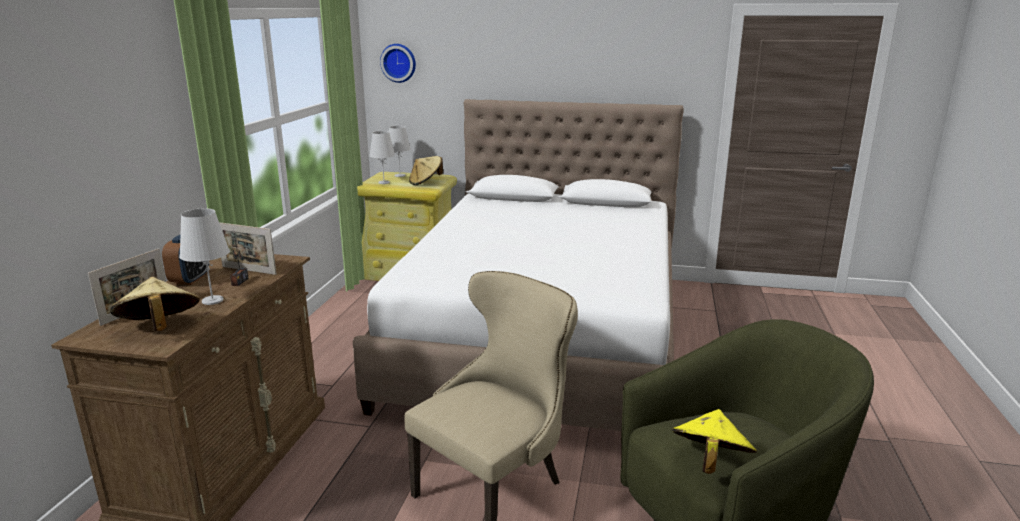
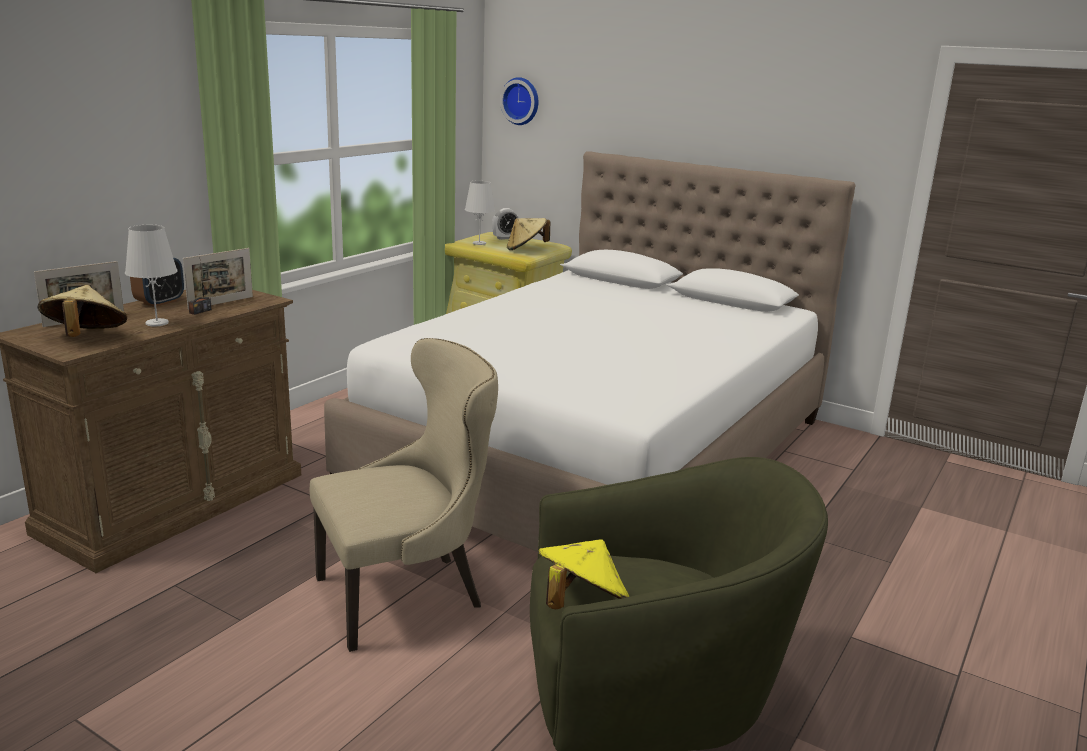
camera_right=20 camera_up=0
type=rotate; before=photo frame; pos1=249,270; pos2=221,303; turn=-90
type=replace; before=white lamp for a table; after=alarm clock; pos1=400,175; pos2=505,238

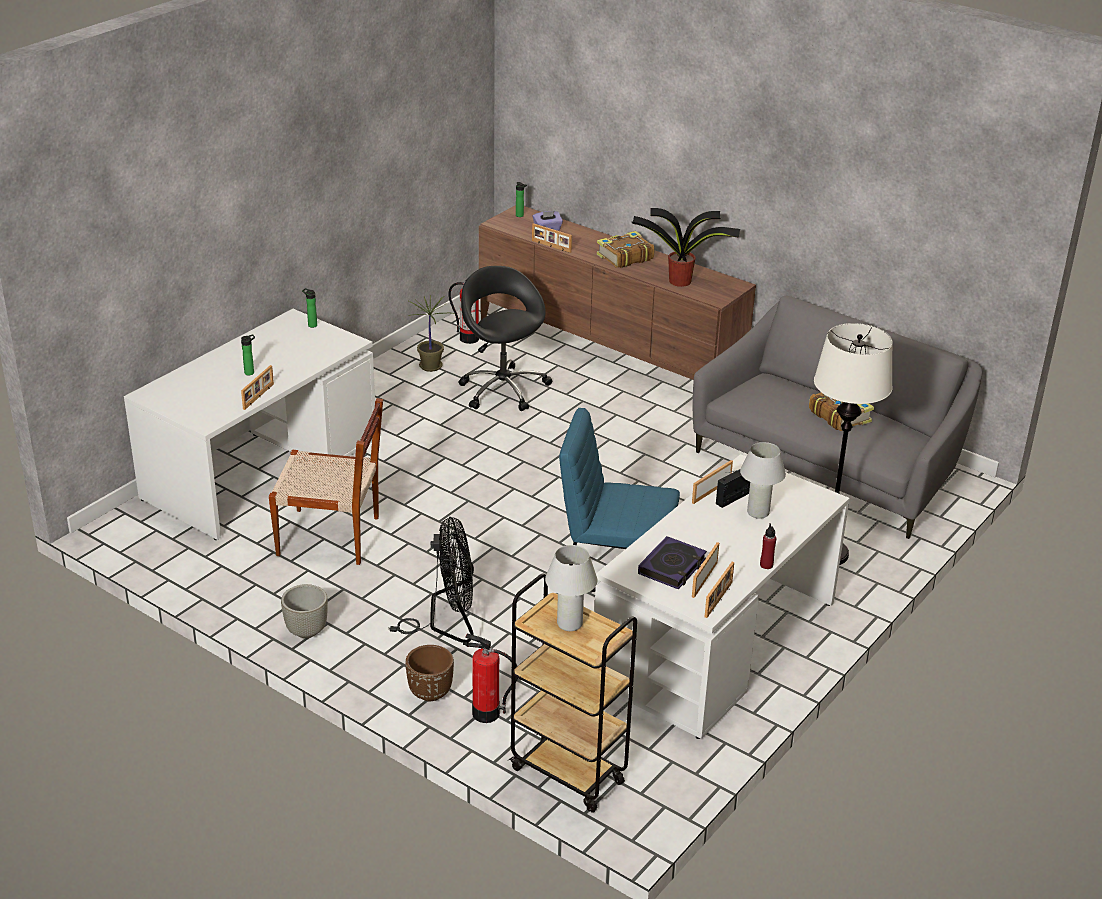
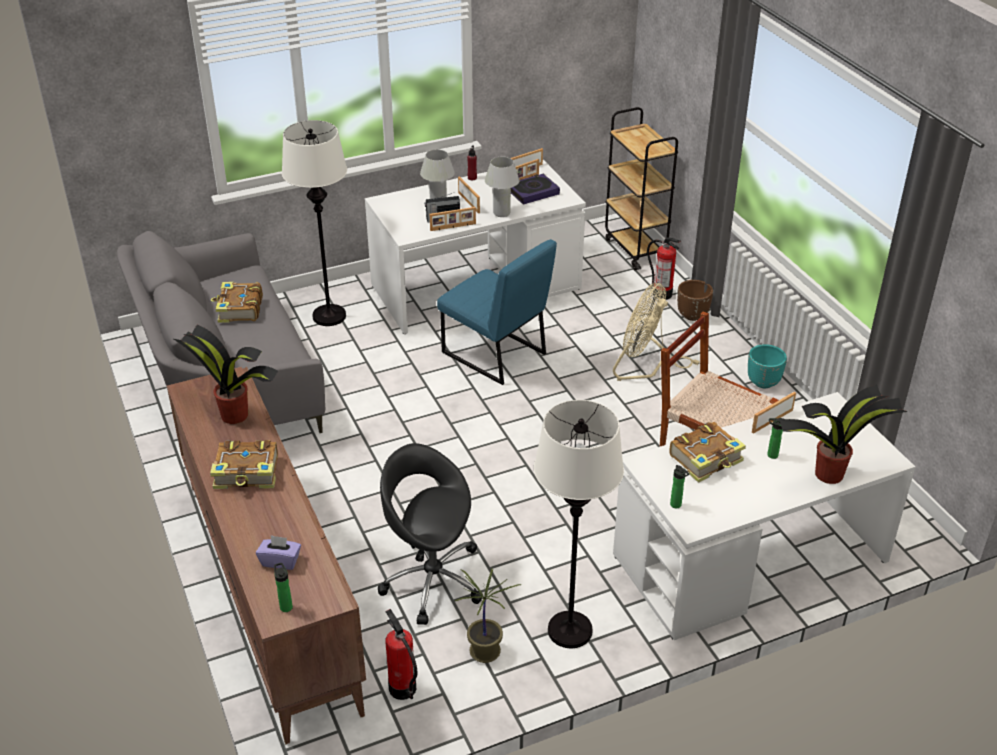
camera_right=-150 camera_up=5
type=recolor; before=gray plant pot; after=blue-green plant pot; pos1=306,631; pos2=763,382
type=recolor; before=black cooling fan; after=beige cooling fan; pos1=446,615; pos2=650,361
type=rotate; before=black office chair; pos1=502,389; pos2=431,580; turn=120
type=move; before=photo frame; pos1=551,246; pos2=469,202
type=move; before=white lamp for a table; pos1=569,624; pos2=501,213
type=insert; after=white floor lamp; pos2=569,630
type=insert; after=bound book; pos2=706,459
type=insert; after=plant in a pot; pos2=831,474

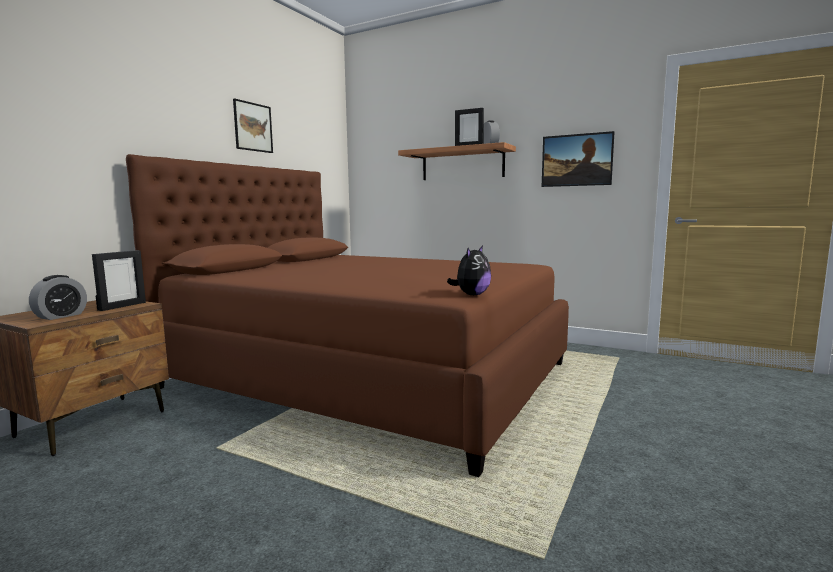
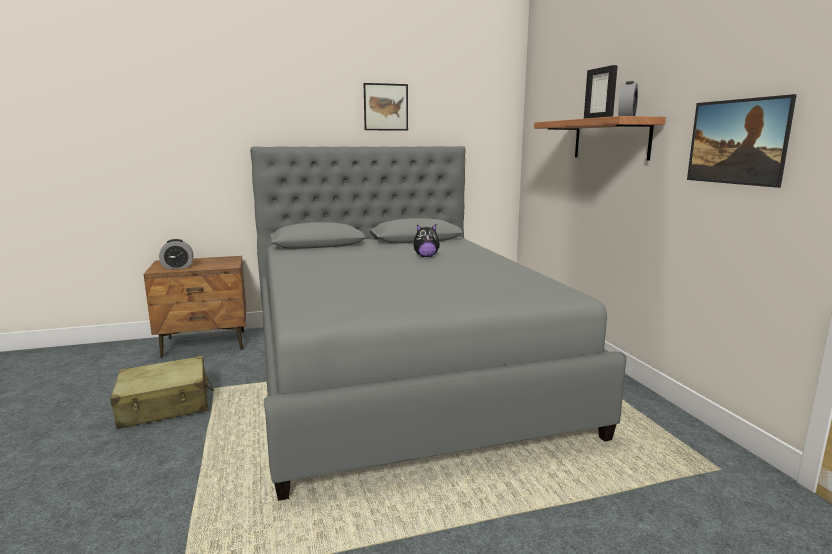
camera_right=45 camera_up=5
type=delete; before=photo frame; pos1=122,306
type=recolor; before=brown sleeping bed; after=gray sleeping bed; pos1=369,375; pos2=400,372
type=move; before=plush toy; pos1=471,295; pos2=426,256
type=insert; after=beige travel case; pos2=165,405

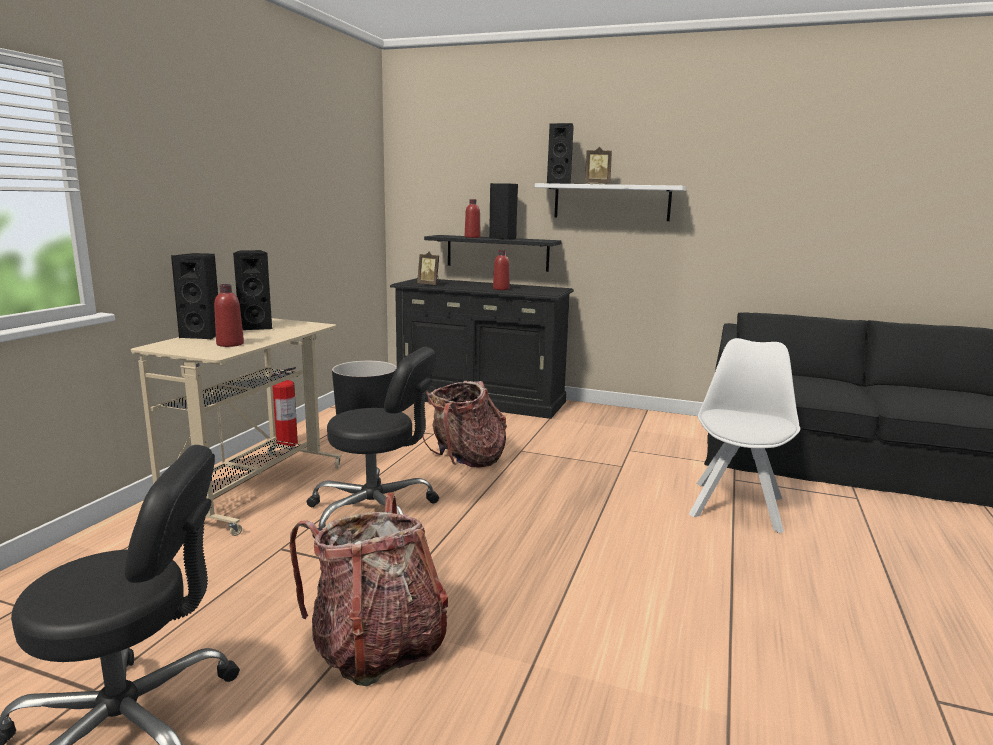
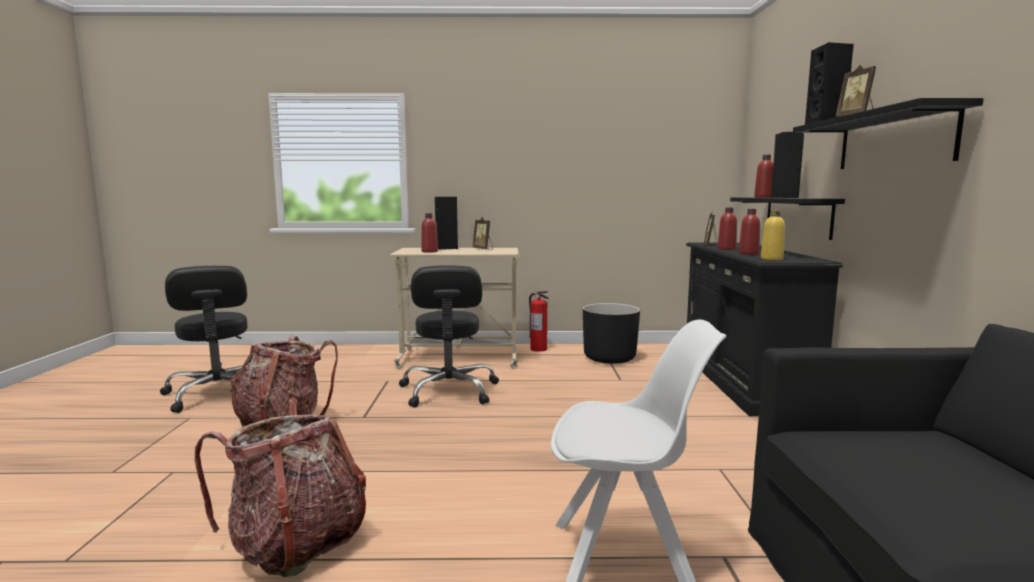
camera_right=70 camera_up=-5
type=replace; before=black loudspeaker; after=photo frame; pos1=256,327; pos2=483,249
type=move; before=backpack; pos1=464,460; pos2=296,542
type=recolor; before=white bracket shelf; after=black bracket shelf; pos1=611,202; pos2=894,140
type=insert; after=red-coloured bottle; pos2=726,249
type=insert; after=yellowish bottle; pos2=771,259

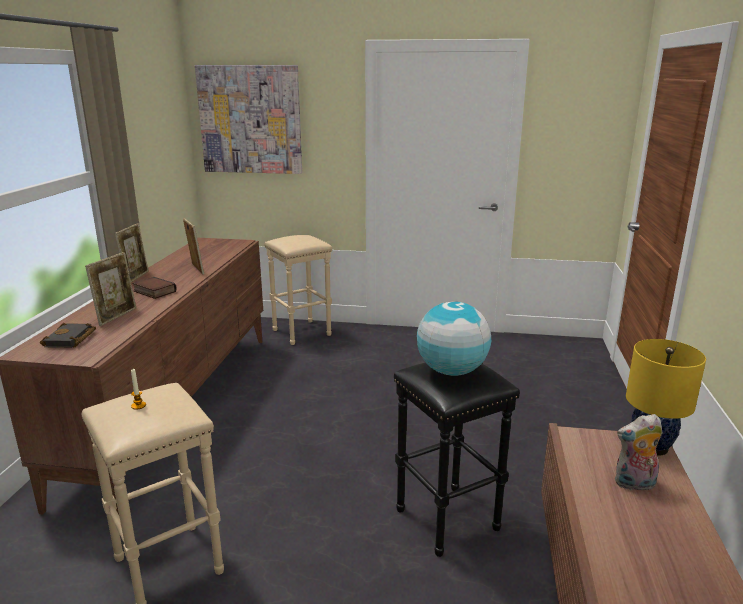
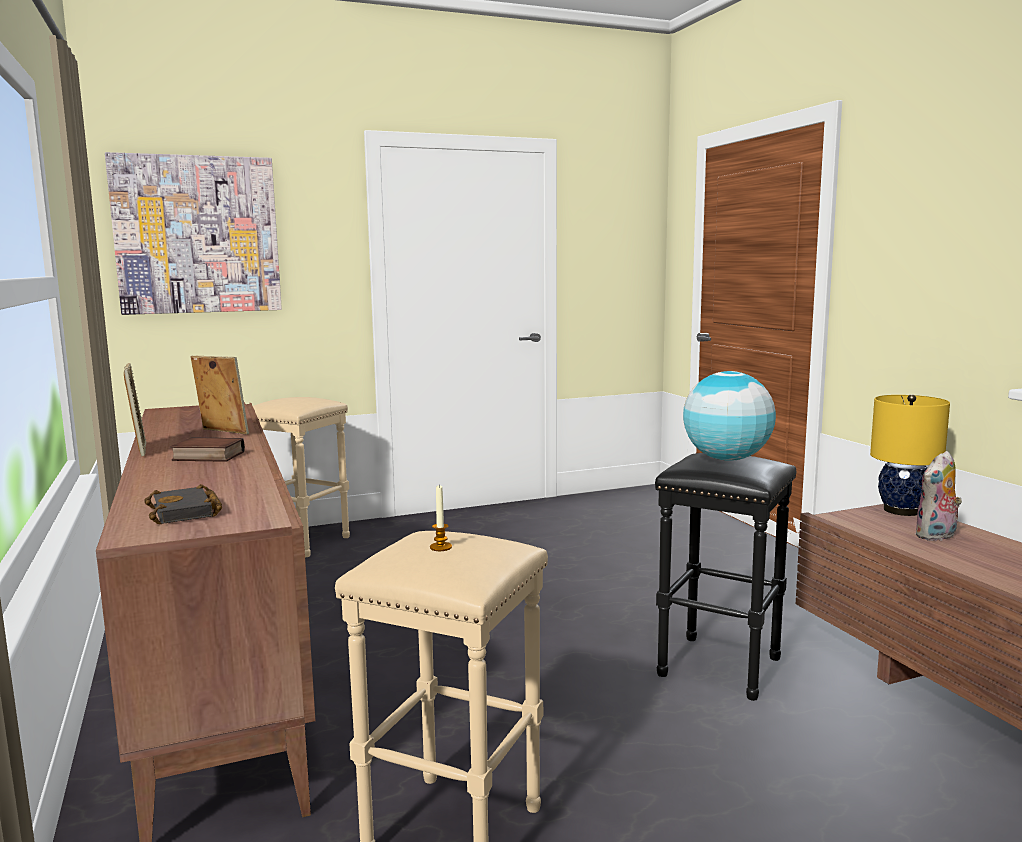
camera_right=-30 camera_up=-10
type=delete; before=photo frame; pos1=117,316

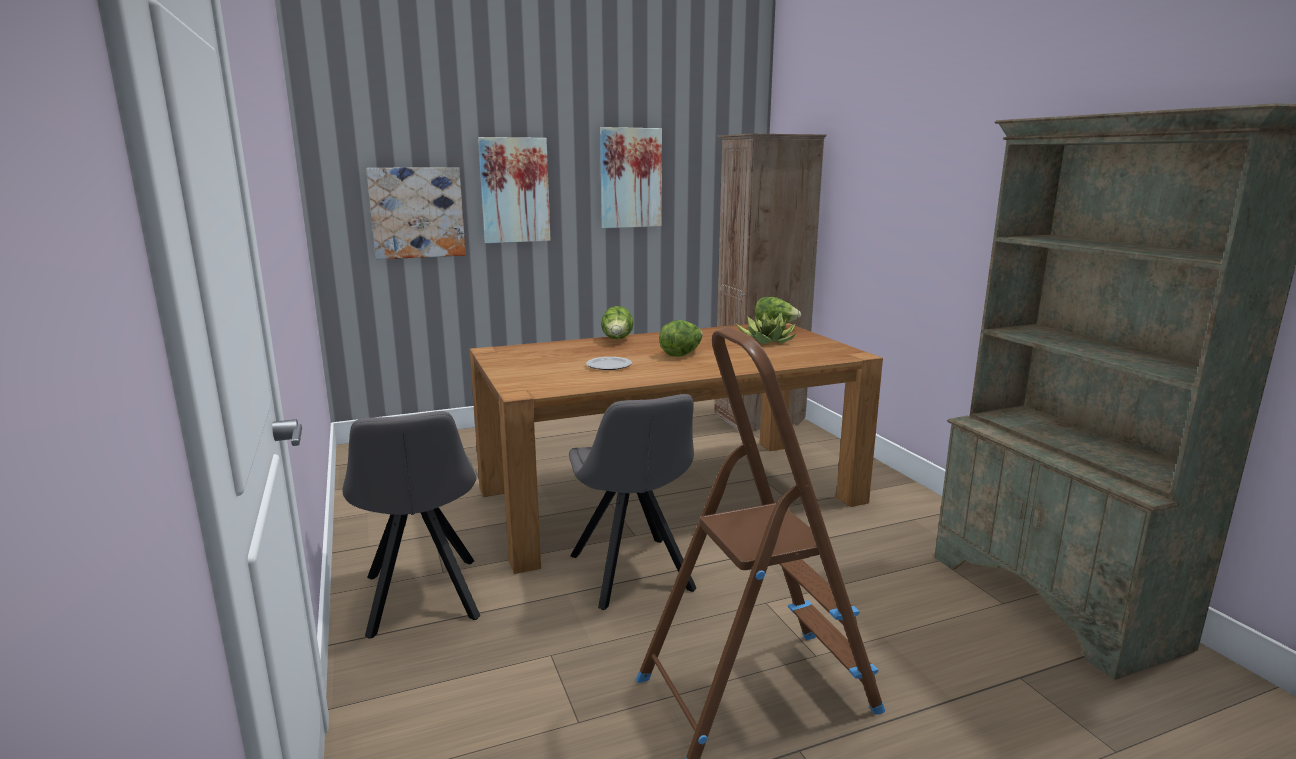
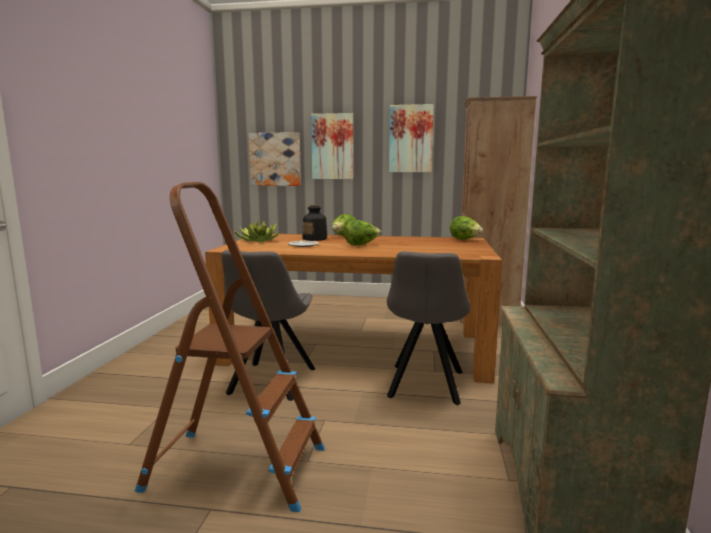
camera_right=30 camera_up=-5
type=move; before=gray chair; pos1=423,597; pos2=425,384
type=move; before=plant in a pot; pos1=767,341; pos2=257,240
type=insert; after=bottle; pos2=315,239

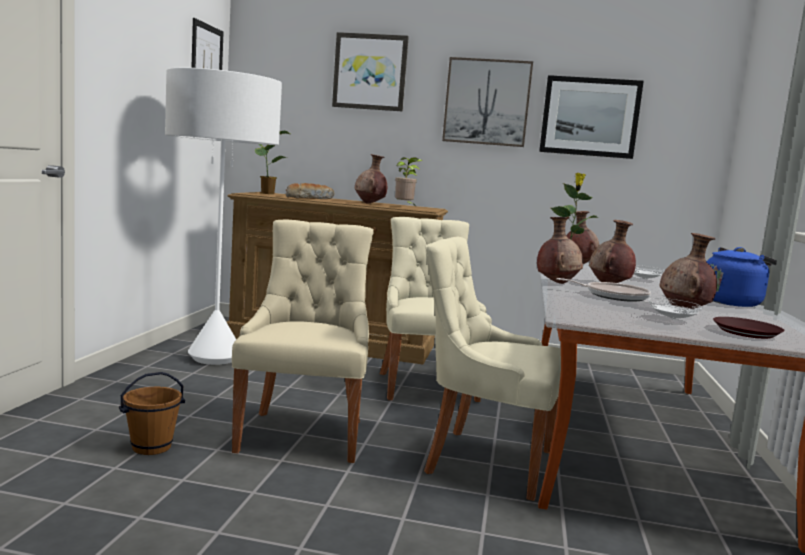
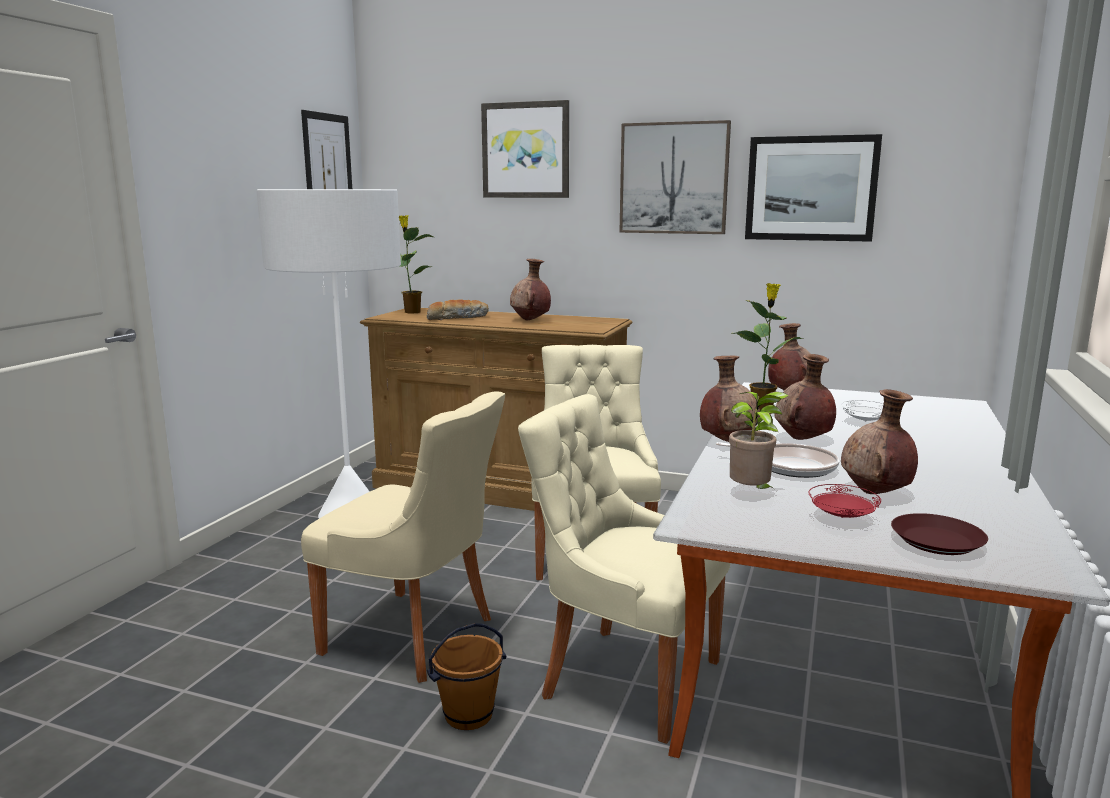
camera_right=10 camera_up=5
type=move; before=brown pail; pos1=151,447; pos2=468,715
type=rotate; before=beige chair; pos1=303,433; pos2=414,636; turn=105
type=move; before=plant in a pot; pos1=405,207; pos2=752,494
type=recolor; before=white dinner plate; after=red-coloured dinner plate; pos1=672,319; pos2=842,517
type=delete; before=blue tea kettle; pos1=733,303

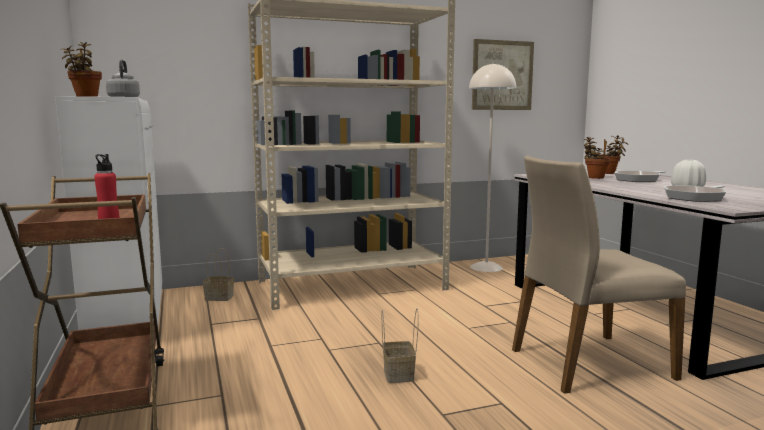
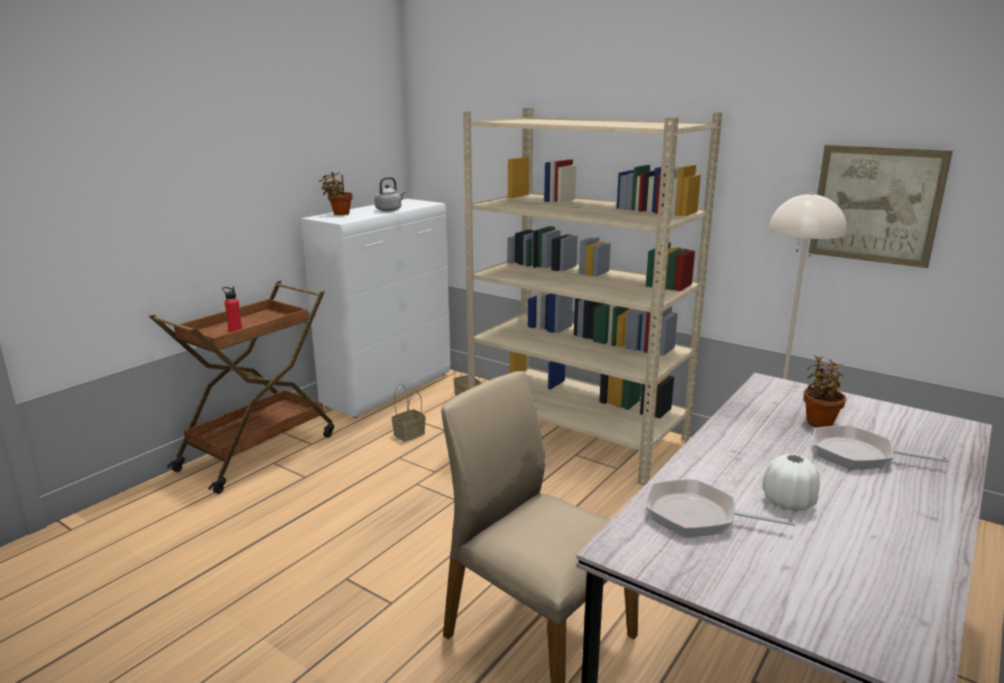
camera_right=55 camera_up=10
type=move; before=storage basket; pos1=399,375; pos2=409,435
type=delete; before=plant in a pot; pos1=609,173

